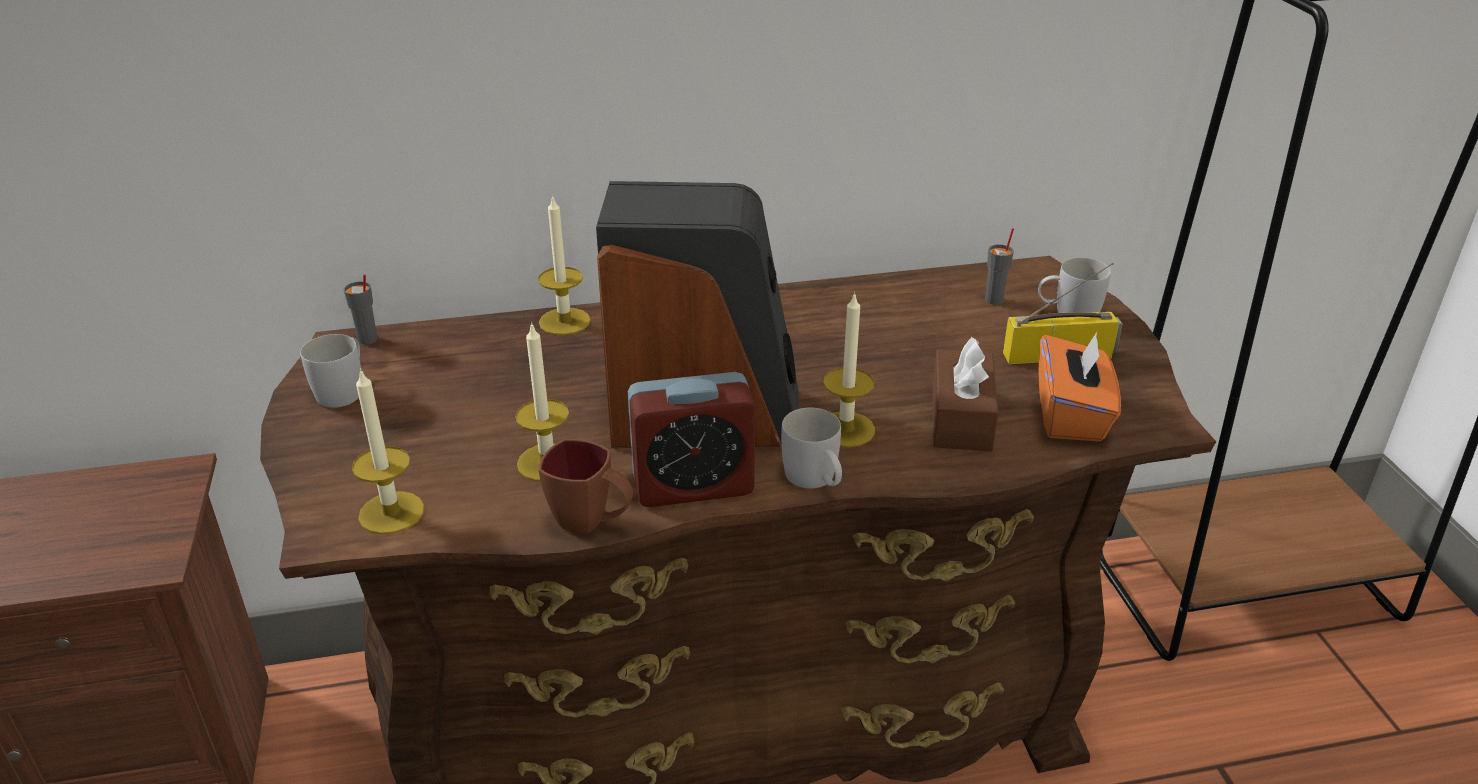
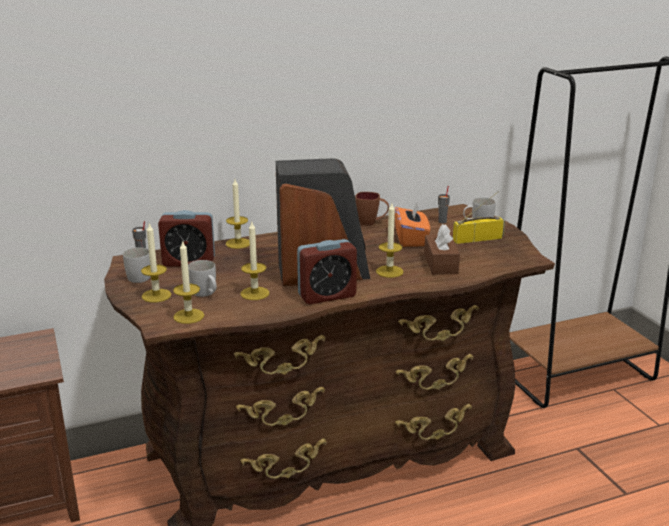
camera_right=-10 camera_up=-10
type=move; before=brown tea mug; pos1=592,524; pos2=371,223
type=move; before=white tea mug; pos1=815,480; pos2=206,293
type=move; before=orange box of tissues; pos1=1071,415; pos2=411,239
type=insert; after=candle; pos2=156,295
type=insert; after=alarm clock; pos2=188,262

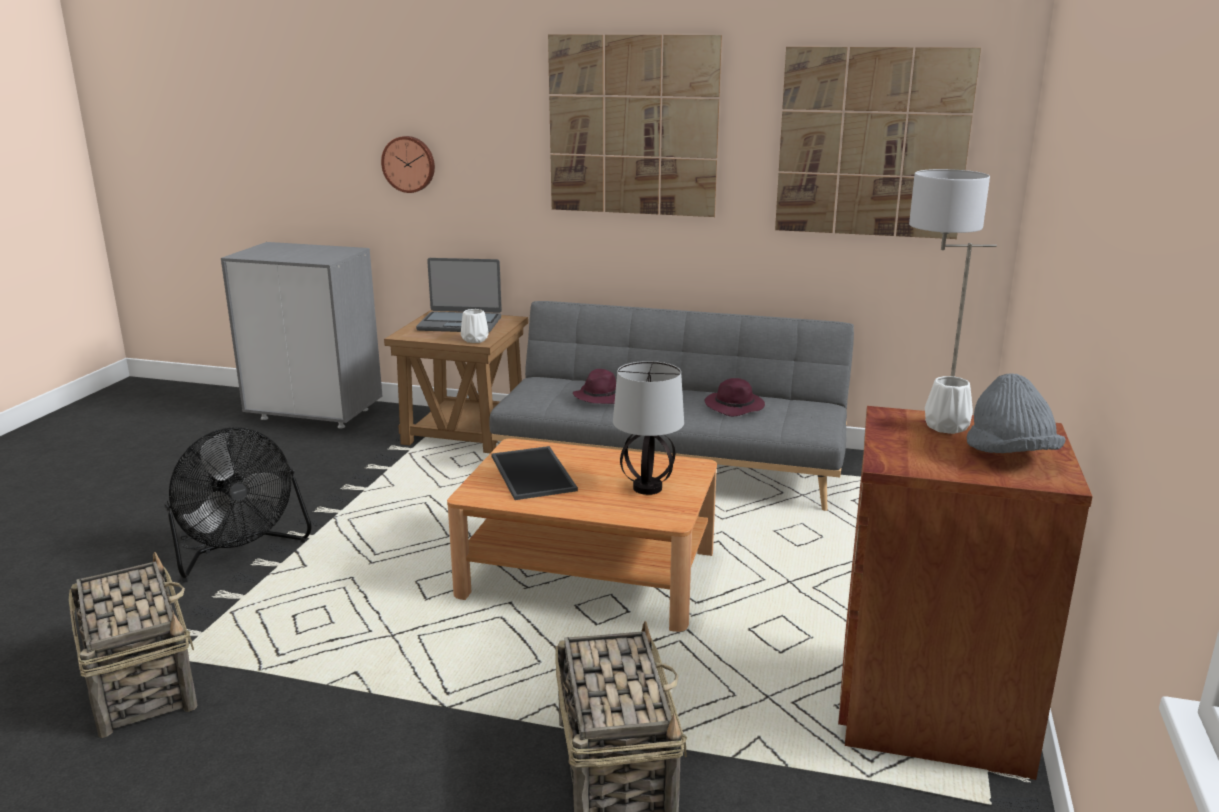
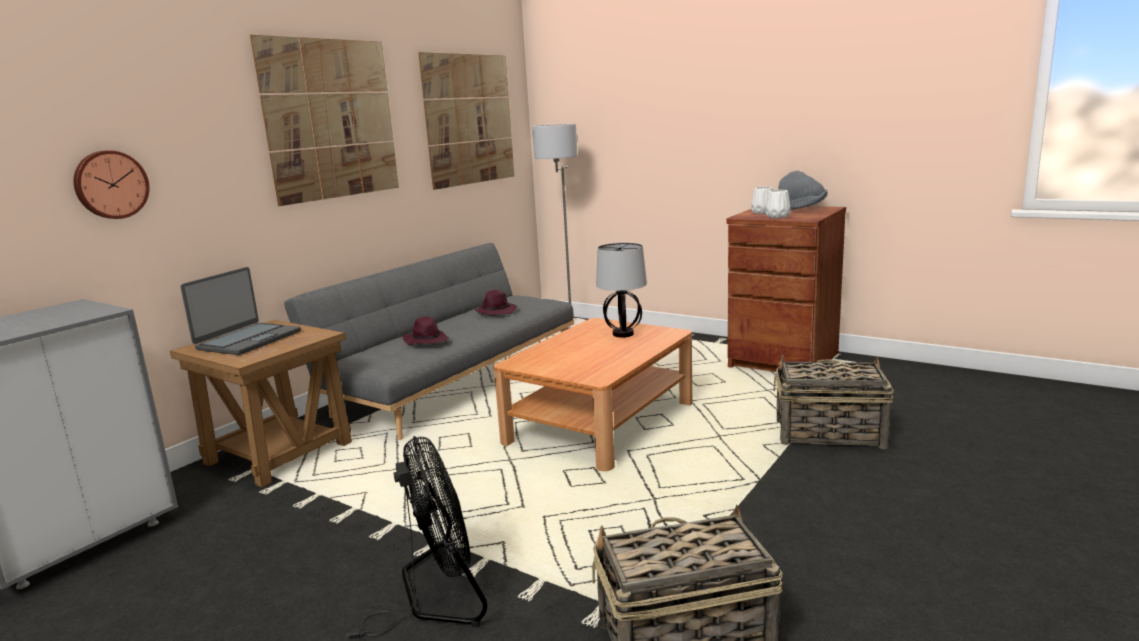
camera_right=-70 camera_up=-5
type=move; before=white decorative vase; pos1=475,340; pos2=777,216
type=delete; before=carrying tray; pos1=531,473

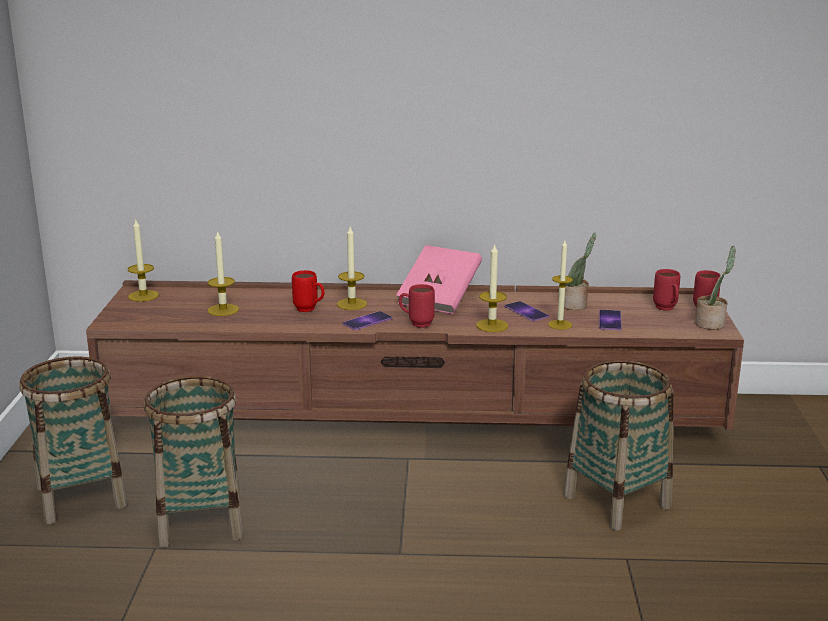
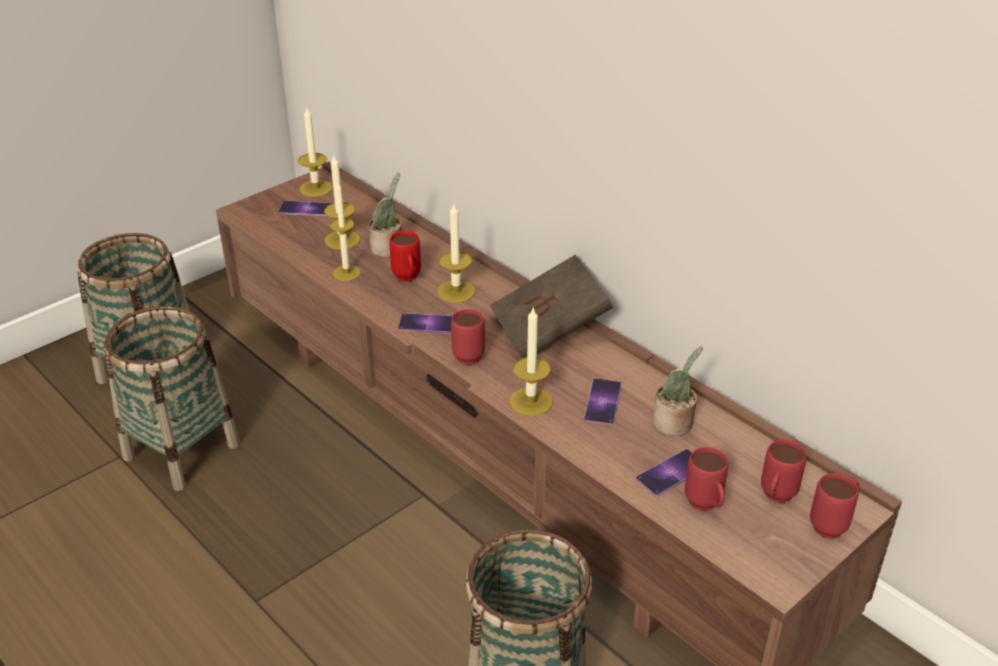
camera_right=45 camera_up=15
type=recolor; before=pink-coloured bound book; after=brown bound book; pos1=439,298; pos2=549,330
type=move; before=candle; pos1=560,325; pos2=346,273
type=move; before=plant in a pot; pos1=711,324; pos2=388,249
type=insert; after=telephone; pos2=306,209
type=insert; after=red-coloured tea mug; pos2=705,507

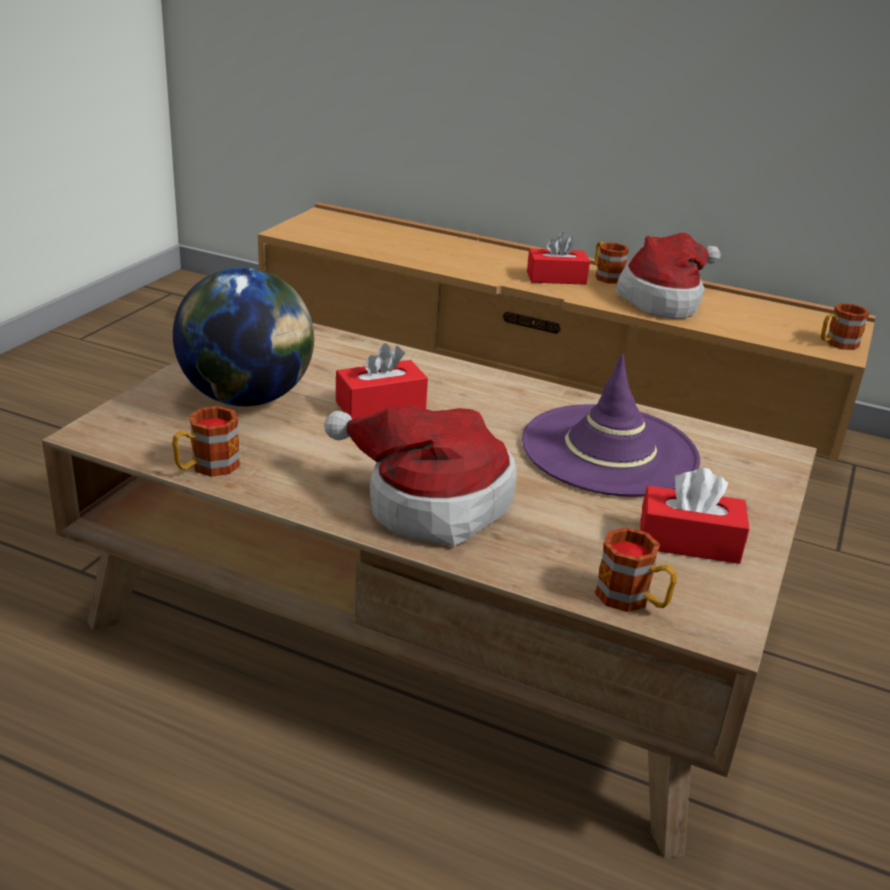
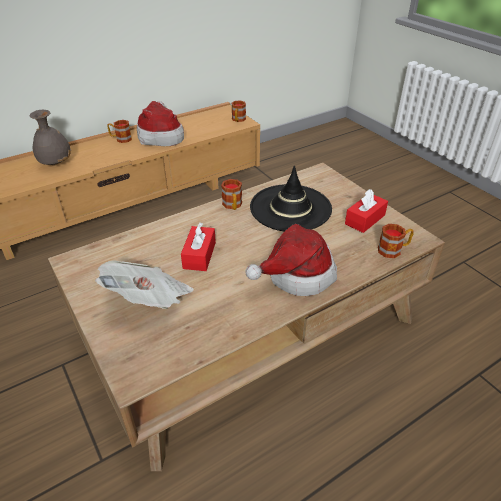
camera_right=-55 camera_up=10
type=move; before=tea mug; pos1=206,467; pos2=232,206
type=replace; before=desk globe; after=printed paper; pos1=247,398; pos2=150,299
type=recolor; before=purple wearable hat; after=black wearable hat; pos1=610,450; pos2=290,208
type=delete; before=red-coloured box of tissues; pos1=556,278
type=insert; after=gray decorative vase; pos2=56,163

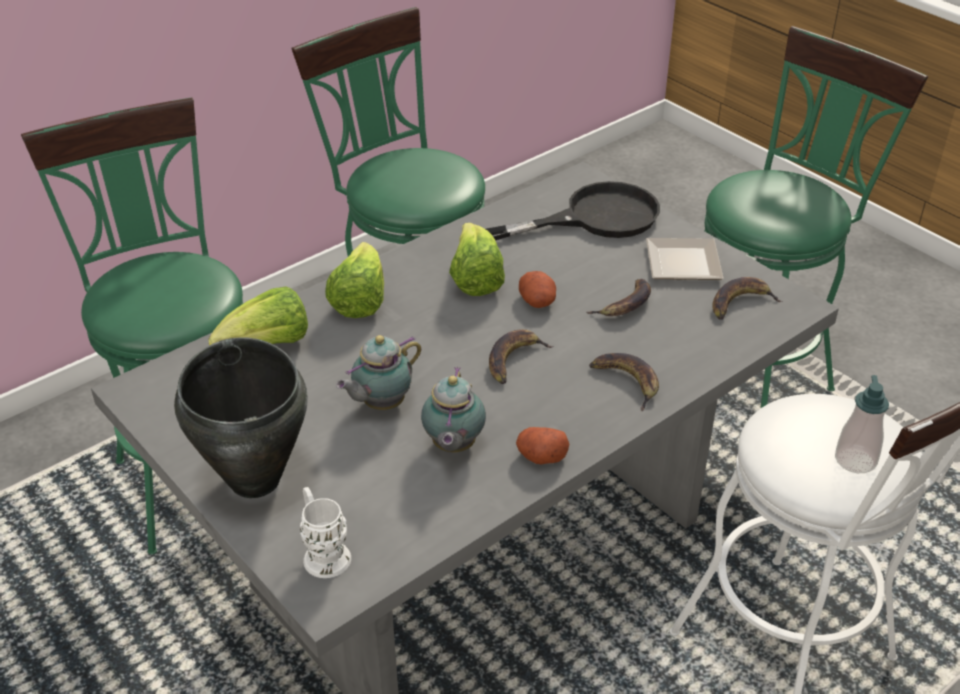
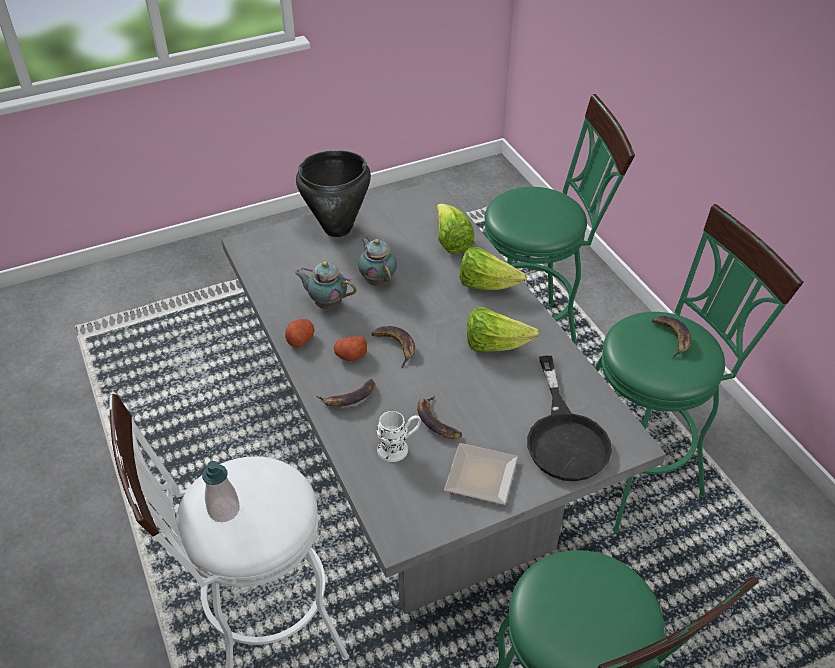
camera_right=105 camera_up=5
type=move; before=white tea mug; pos1=323,552; pos2=399,448
type=move; before=potato; pos1=538,301; pos2=350,355
type=move; before=banana fruit; pos1=740,303; pos2=672,338

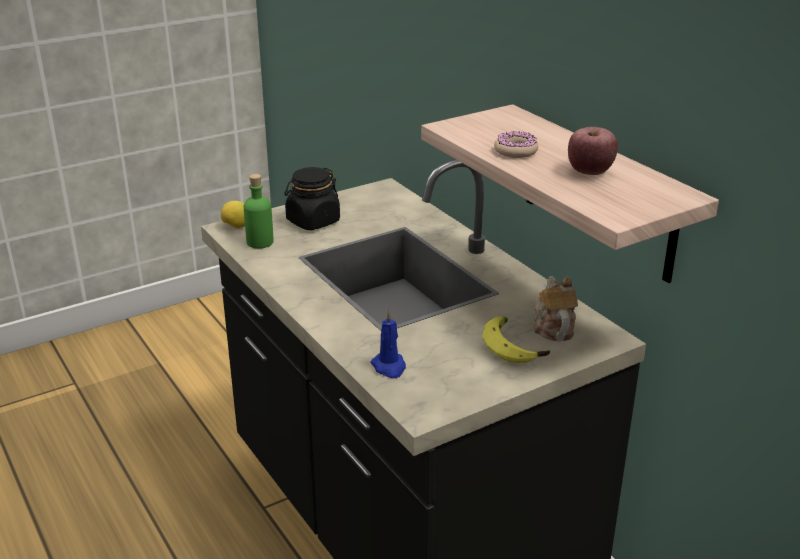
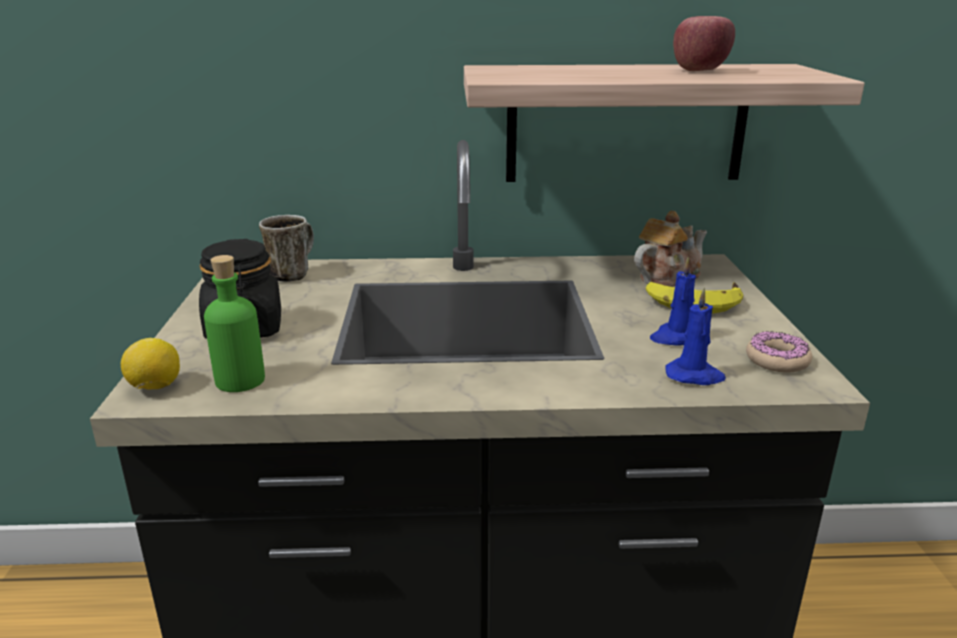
camera_right=-60 camera_up=-5
type=move; before=ring doughnut; pos1=515,151; pos2=777,360
type=rotate; before=pot for tea; pos1=552,327; pos2=666,277; turn=120
type=insert; after=tea mug; pos2=292,273
type=insert; after=blue candle; pos2=675,338

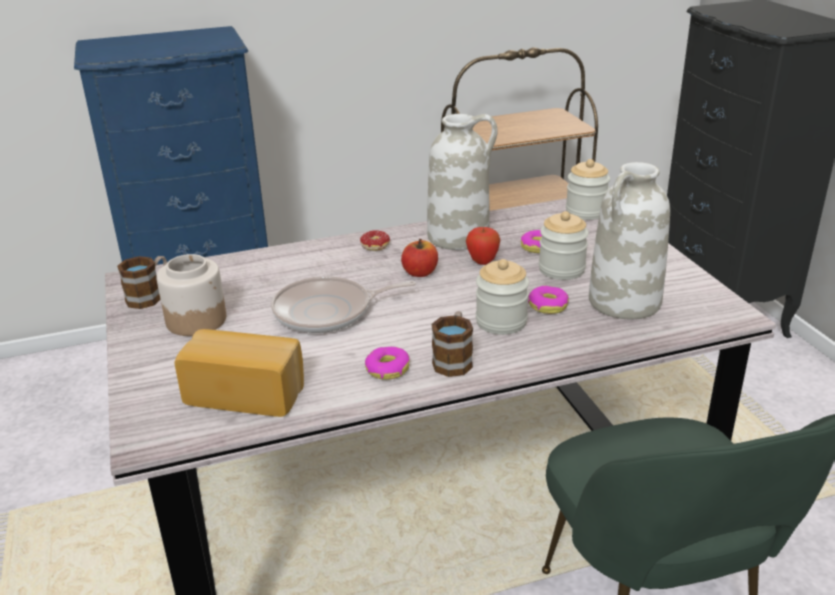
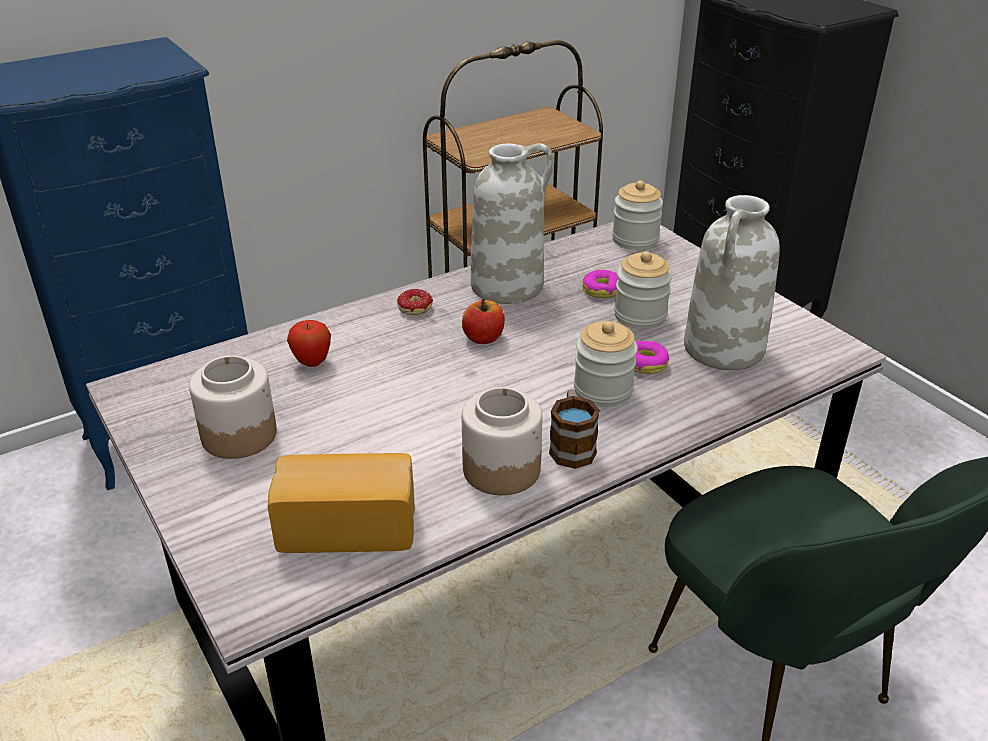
camera_right=-15 camera_up=5
type=delete; before=tea mug; pos1=150,296
type=delete; before=pan; pos1=328,312
type=replace; before=ring doughnut; after=storage jar; pos1=387,369; pos2=501,469
type=move; before=whole apple; pos1=482,262; pos2=312,362

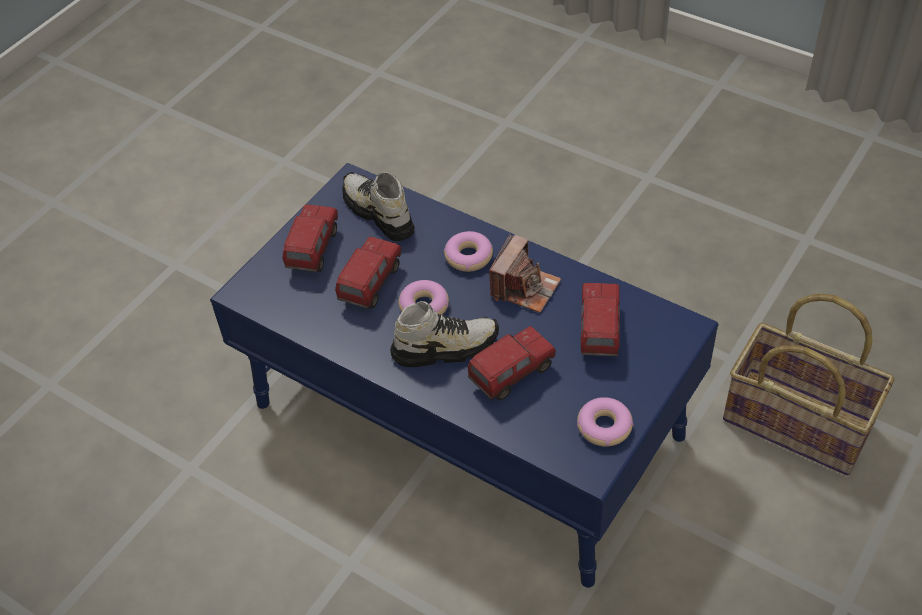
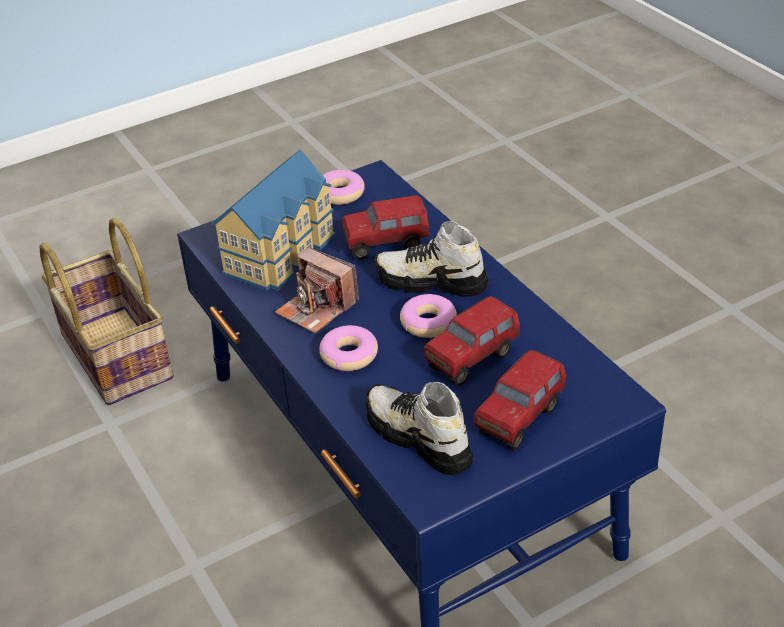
camera_right=-155 camera_up=-10
type=rotate; before=item of footwear; pos1=378,214; pos2=418,438; turn=150
type=rotate; before=still camera; pos1=524,287; pos2=317,308; turn=-105
type=replace; before=toy lorry; after=miniature house; pos1=598,332; pos2=284,253

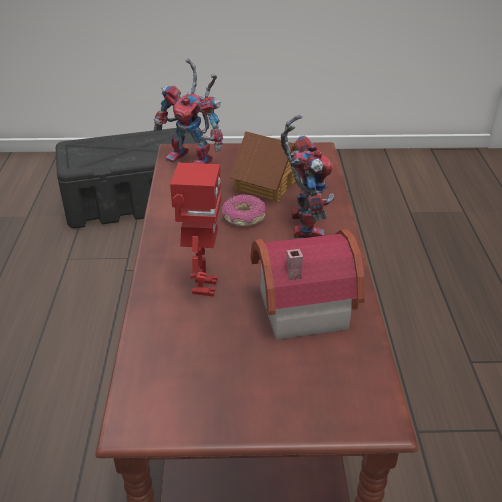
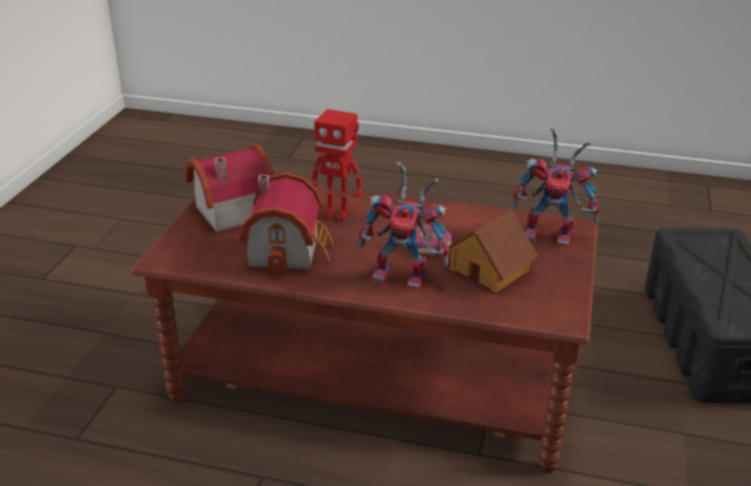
camera_right=105 camera_up=-5
type=rotate; before=model robot; pos1=195,160; pos2=552,234; turn=-120
type=insert; after=miniature house; pos2=228,210

